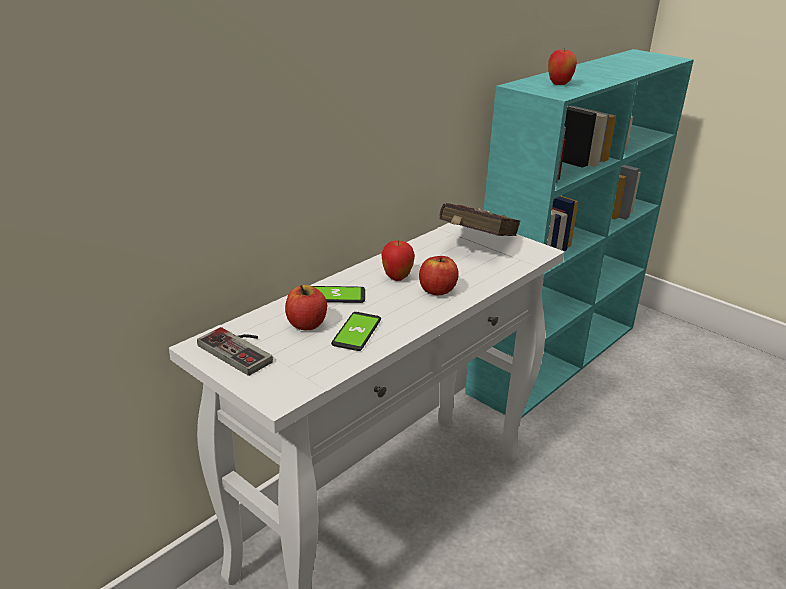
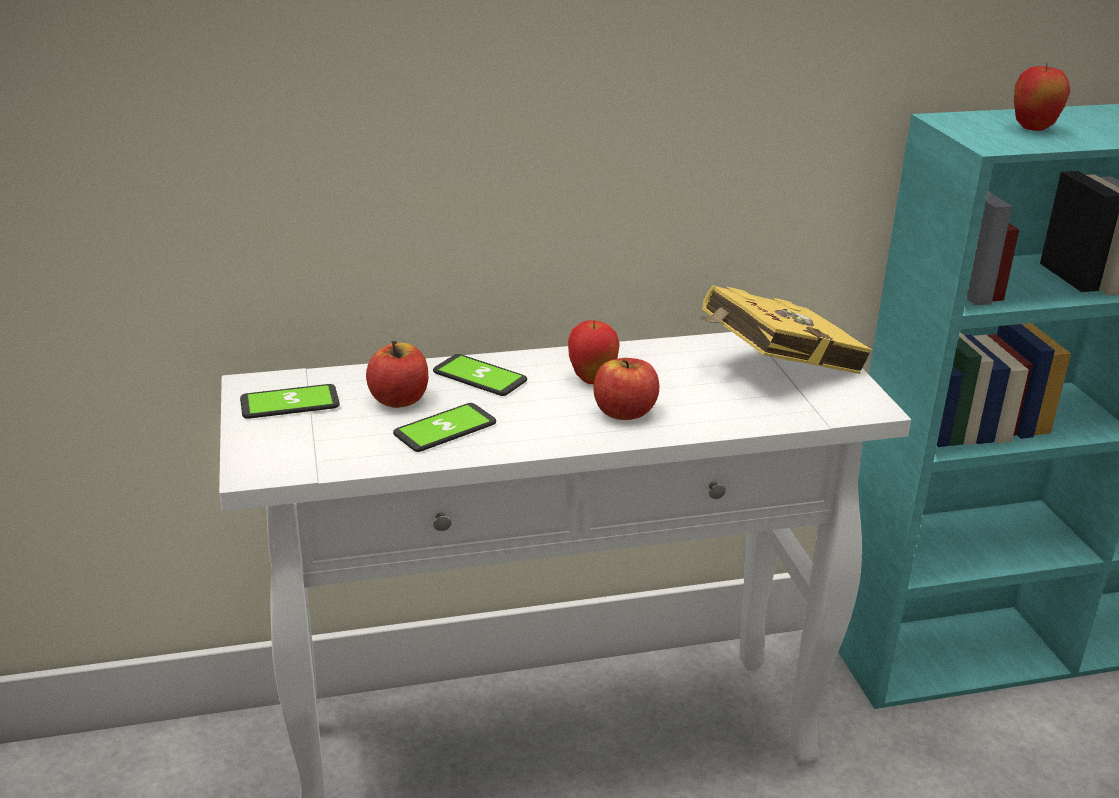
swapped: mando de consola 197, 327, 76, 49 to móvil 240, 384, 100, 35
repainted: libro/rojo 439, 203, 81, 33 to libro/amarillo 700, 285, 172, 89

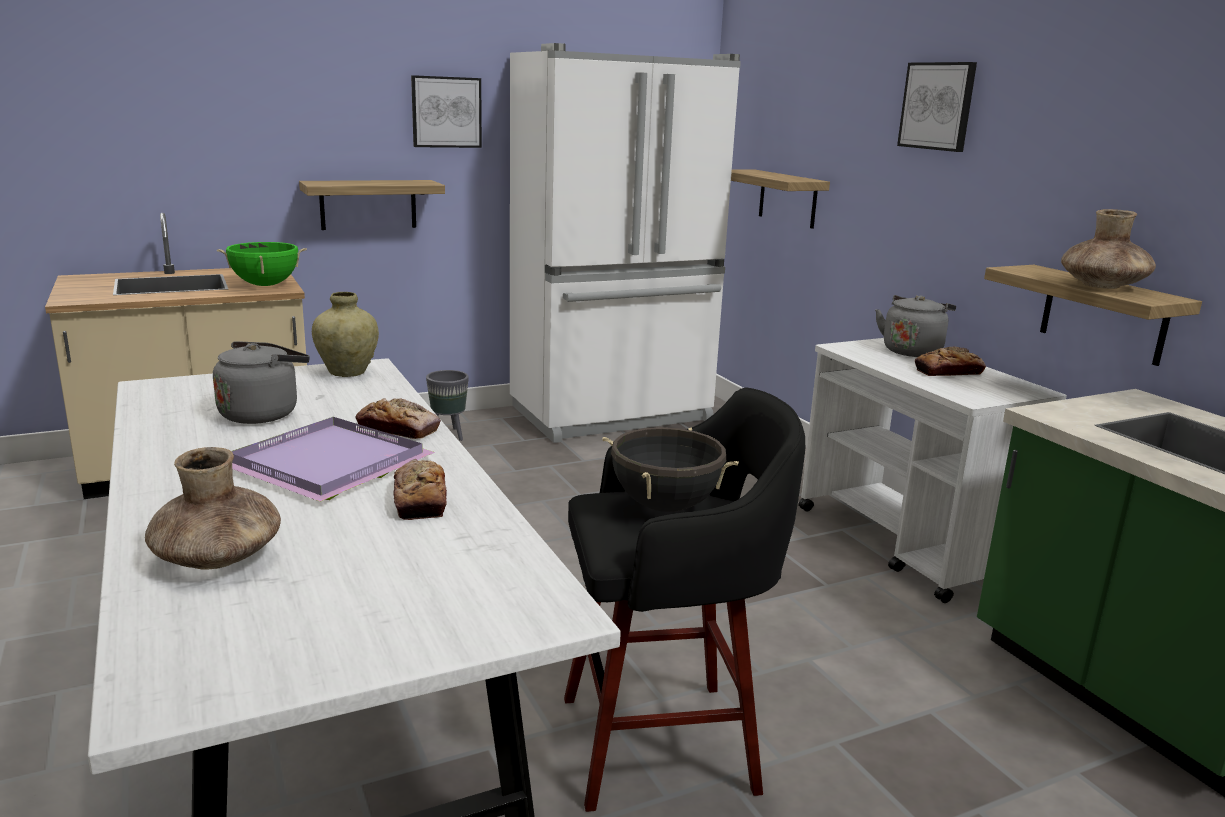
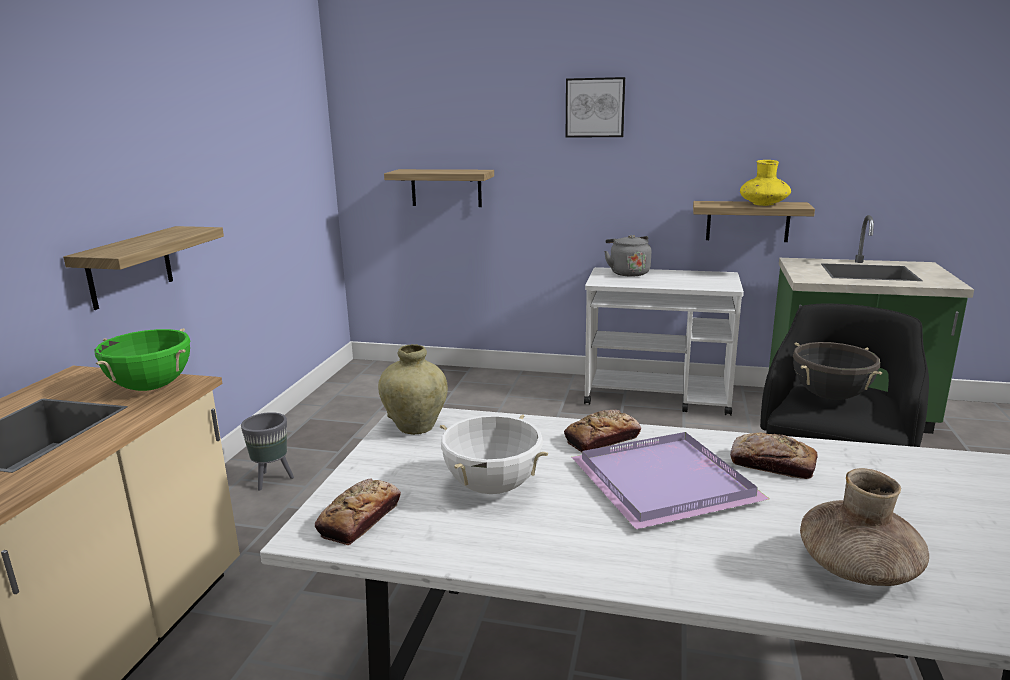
gone: cuadro 411, 75, 71, 73; nevera/blanco 510, 43, 231, 400
shifted: pan 915, 347, 71, 29 to 315, 478, 86, 67
swapped: hervidor/gris 213, 341, 97, 83 to olla/blanco 440, 415, 108, 79
repainted: florero/marrón 1061, 209, 95, 80 to florero/amarillo 740, 160, 51, 46

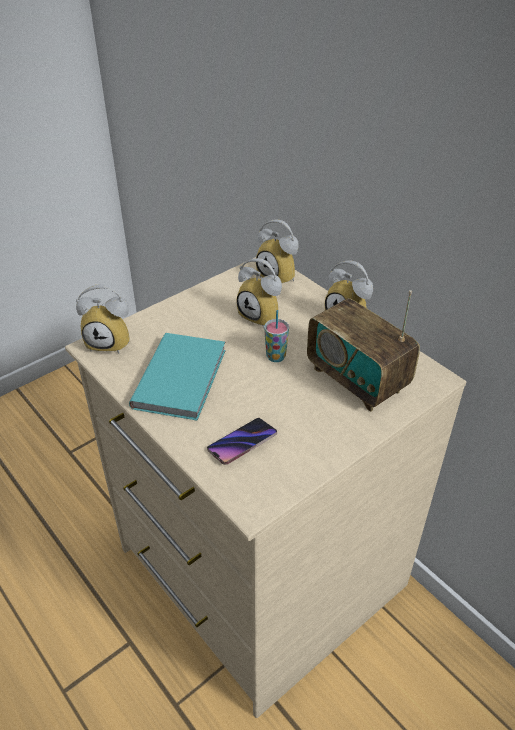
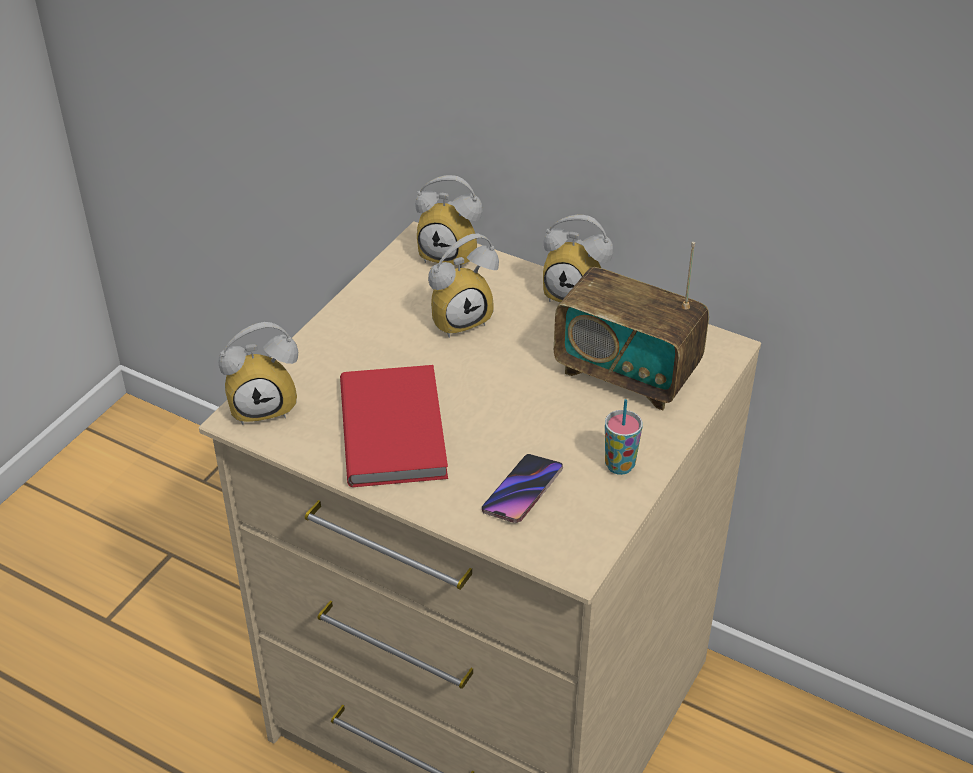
shifted: taza 264, 310, 25, 52 to 605, 399, 38, 76
repainted: libro/turquesa 129, 333, 97, 88 to libro/rojo 340, 365, 108, 122
rotated: despertador 236, 258, 46, 71 = 428, 234, 71, 104 45 degrees counterclockwise

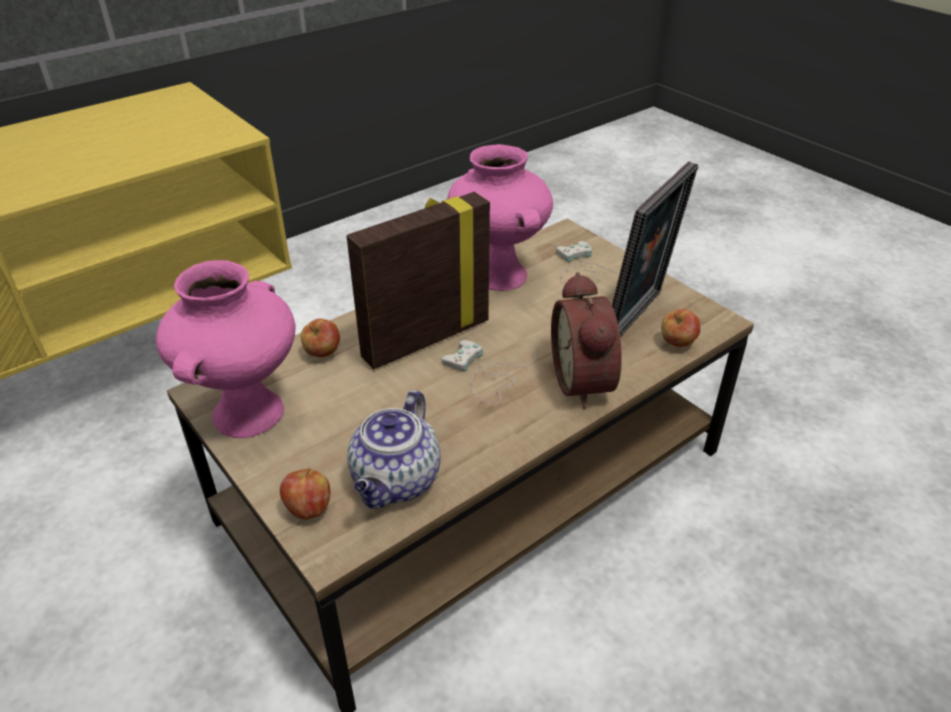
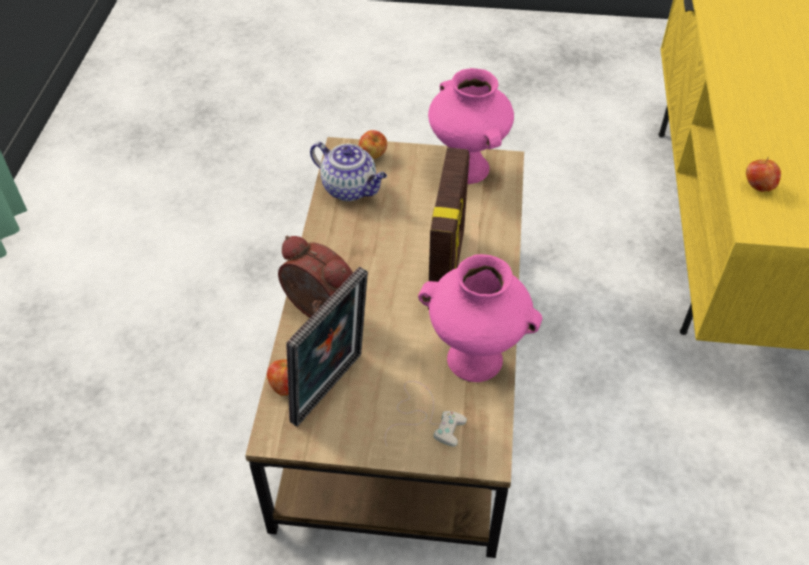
gone: mando de consola/blanco 442, 340, 94, 63
shifted: manzana 301, 318, 39, 39 to 746, 157, 35, 35
rotated: tetera 347, 390, 94, 119 = 310, 142, 77, 59 150 degrees clockwise; portarretratos 612, 162, 86, 175 = 286, 267, 82, 160 135 degrees counterclockwise

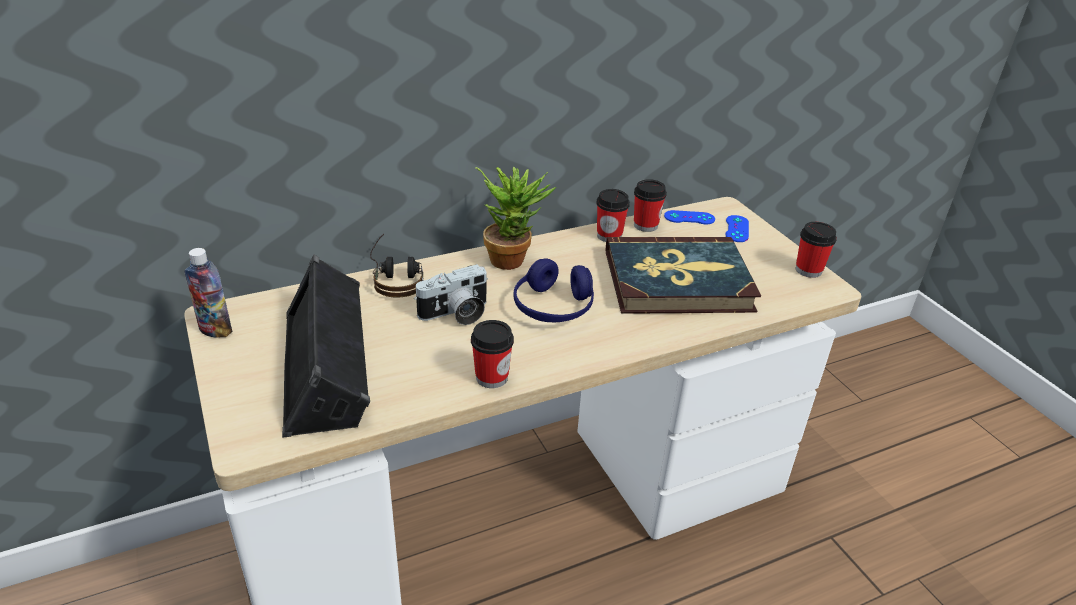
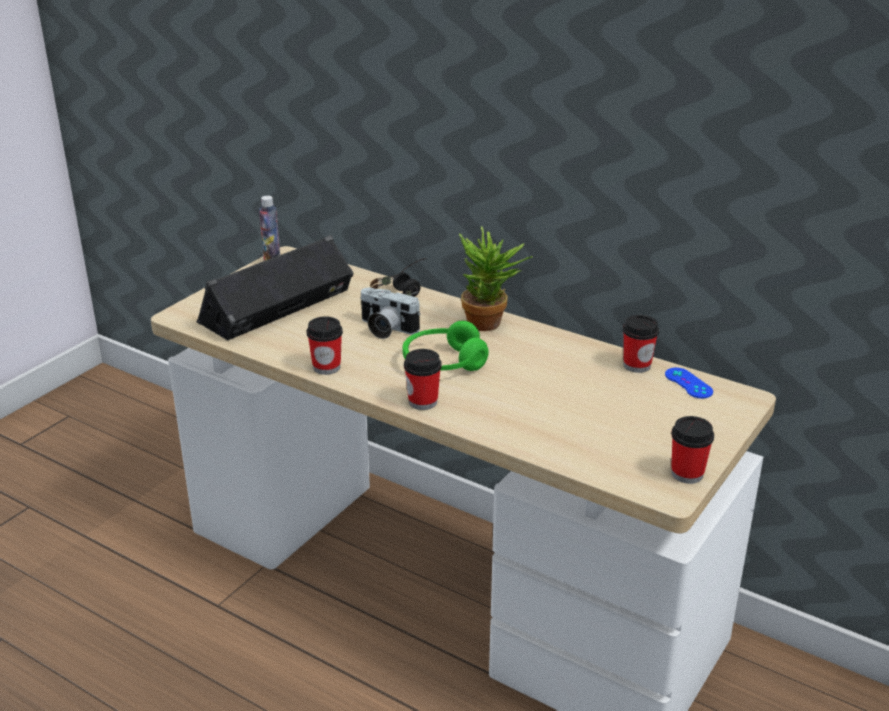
gone: libro 606, 237, 155, 77; mando de consola/azul 725, 215, 24, 27
shifted: taza 596, 189, 34, 53 to 404, 349, 38, 61
repainted: auriculares/azul 514, 258, 80, 64 to auriculares/verde 402, 321, 87, 50

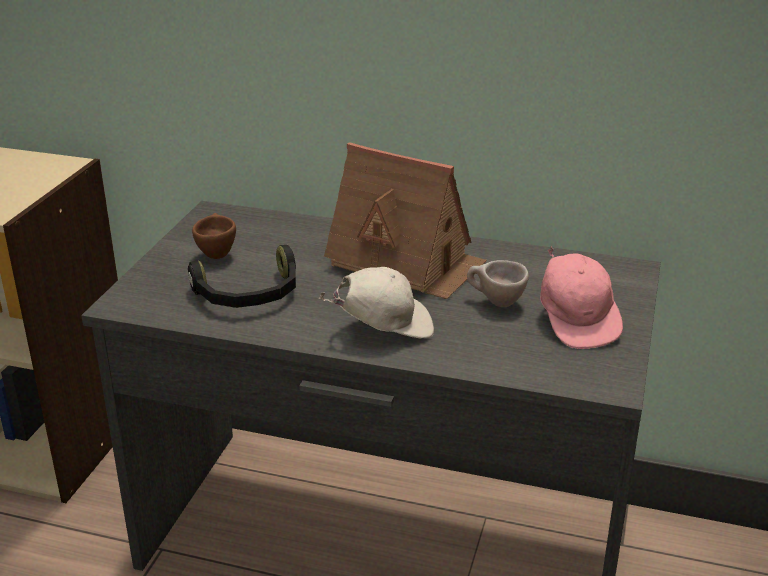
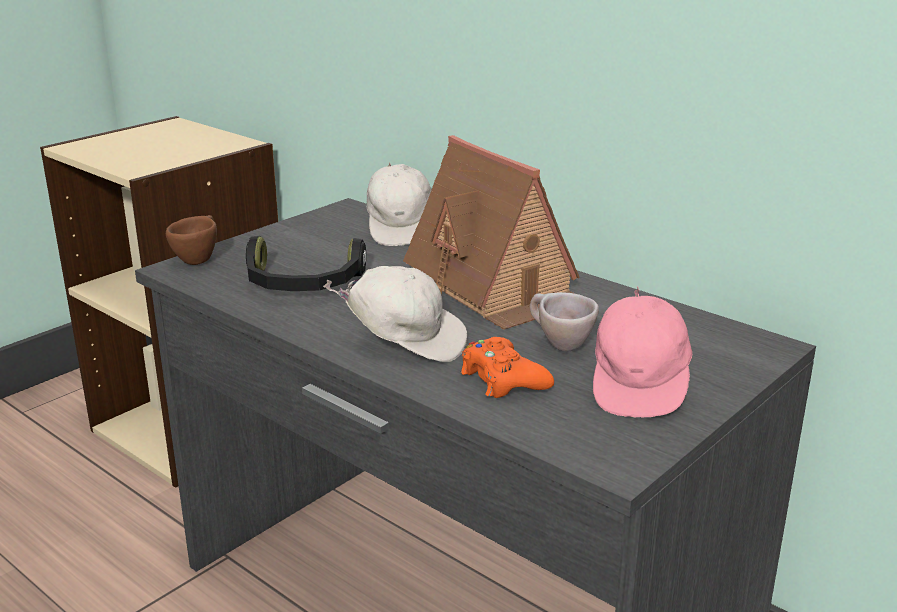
new: gorra/blanco 367, 163, 64, 83; mando de consola/naranja 461, 337, 93, 61
shifted: taza/marrón 192, 213, 44, 46 to 166, 215, 51, 50

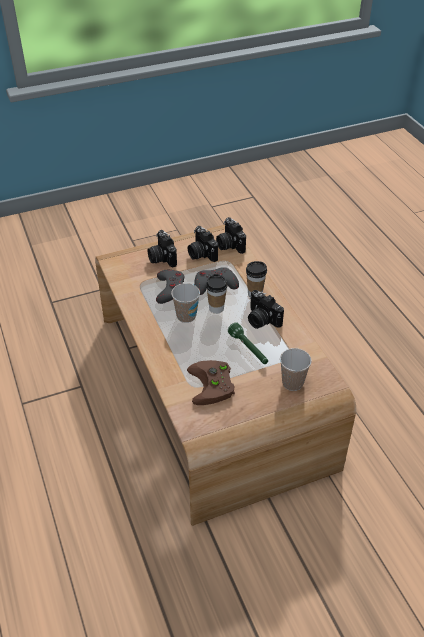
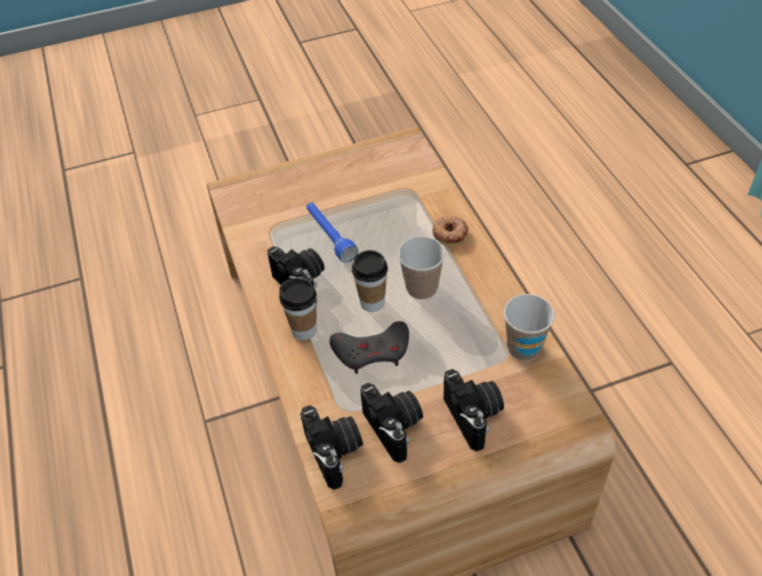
gone: mando de consola/gris 156, 270, 29, 34; mando de consola/marrón 187, 360, 48, 45
new: rosquilla 432, 216, 36, 31
shifted: taza 280, 348, 32, 43 to 504, 294, 51, 67
repainted: linterna/verde 228, 322, 40, 42 to linterna/azul 306, 203, 52, 60

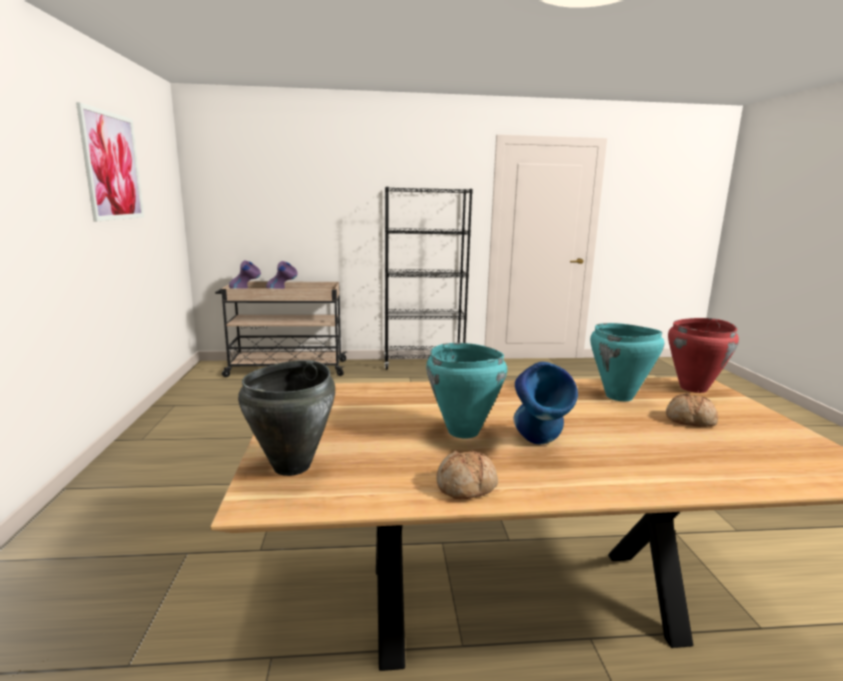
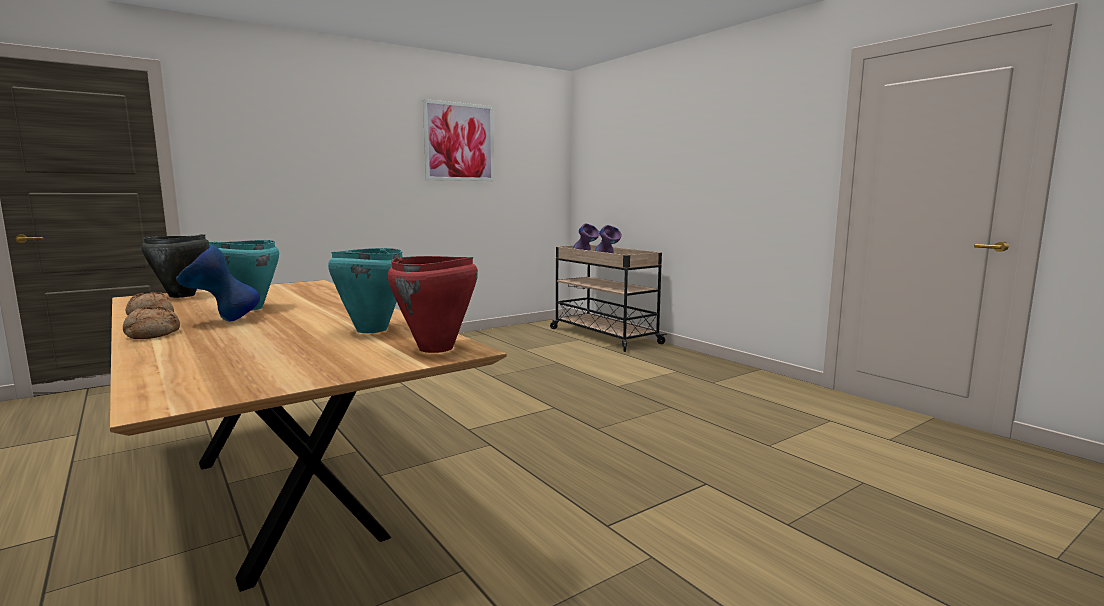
gone: estantería/negro 384, 187, 89, 183
shifted: pan 666, 393, 52, 34 to 123, 306, 57, 33

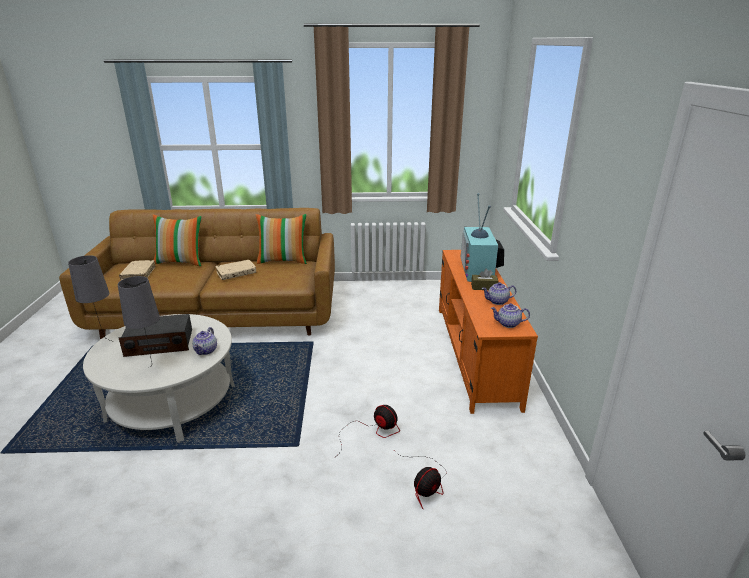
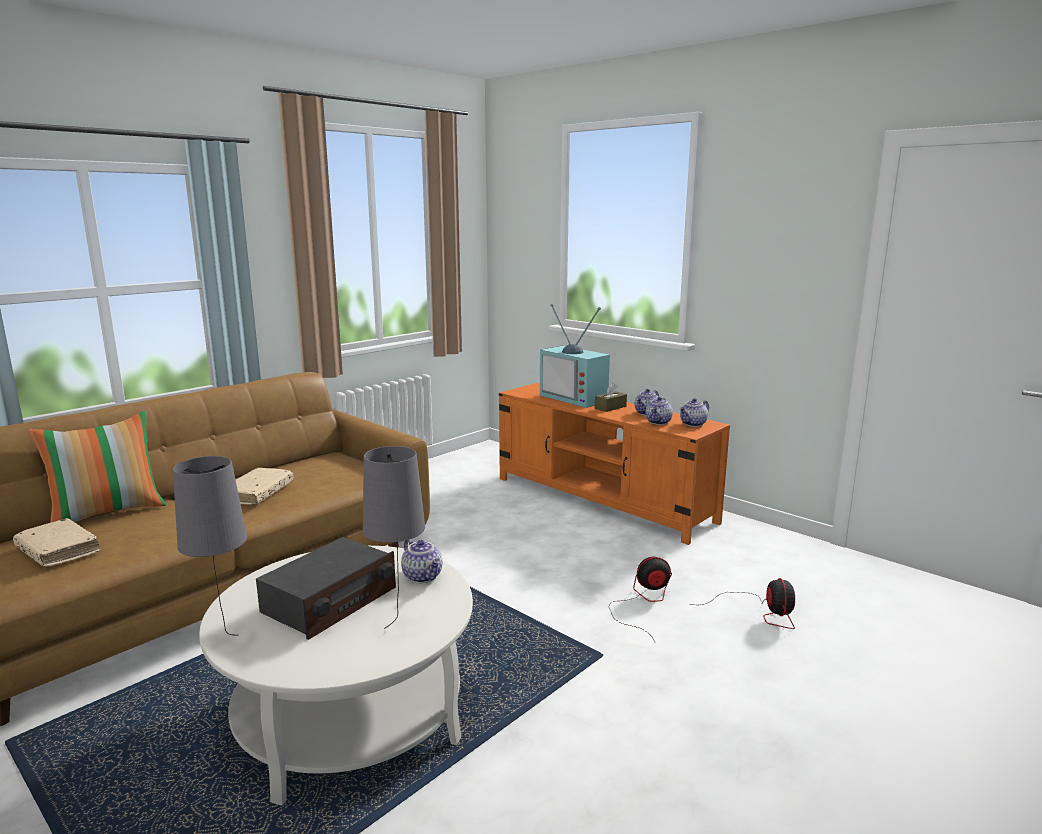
gone: cojín 256, 214, 51, 50
new: tetera 645, 397, 28, 28

